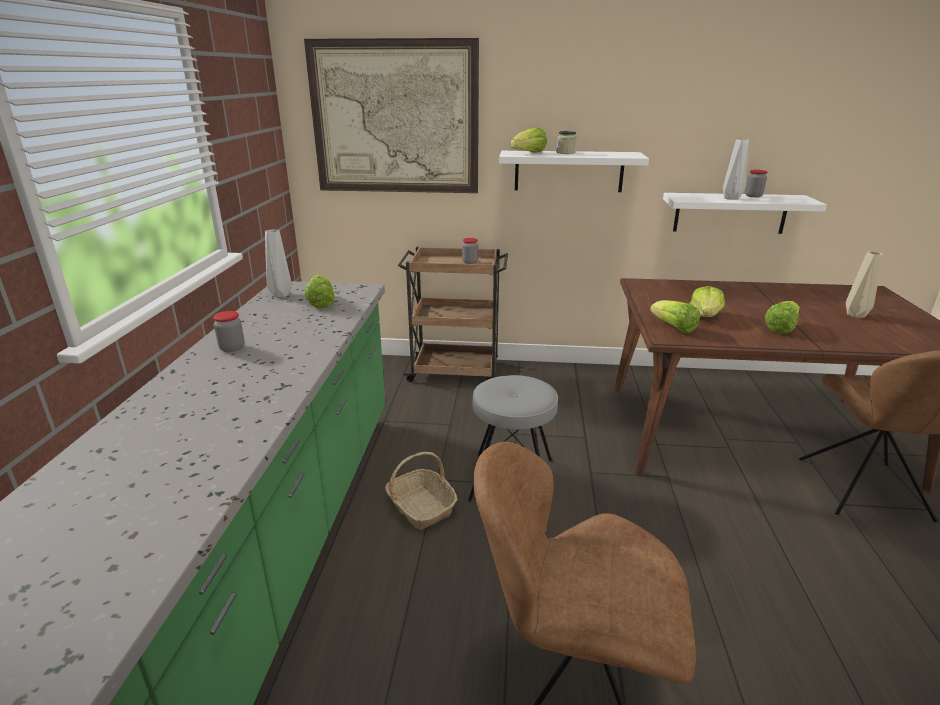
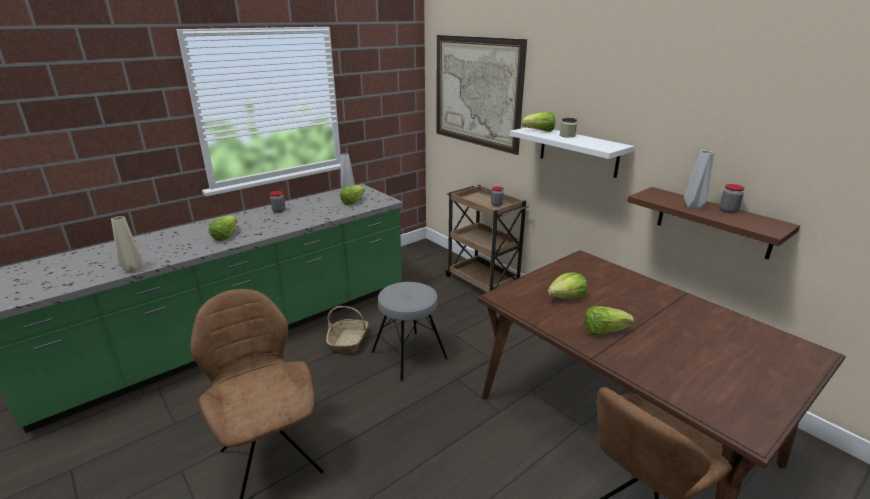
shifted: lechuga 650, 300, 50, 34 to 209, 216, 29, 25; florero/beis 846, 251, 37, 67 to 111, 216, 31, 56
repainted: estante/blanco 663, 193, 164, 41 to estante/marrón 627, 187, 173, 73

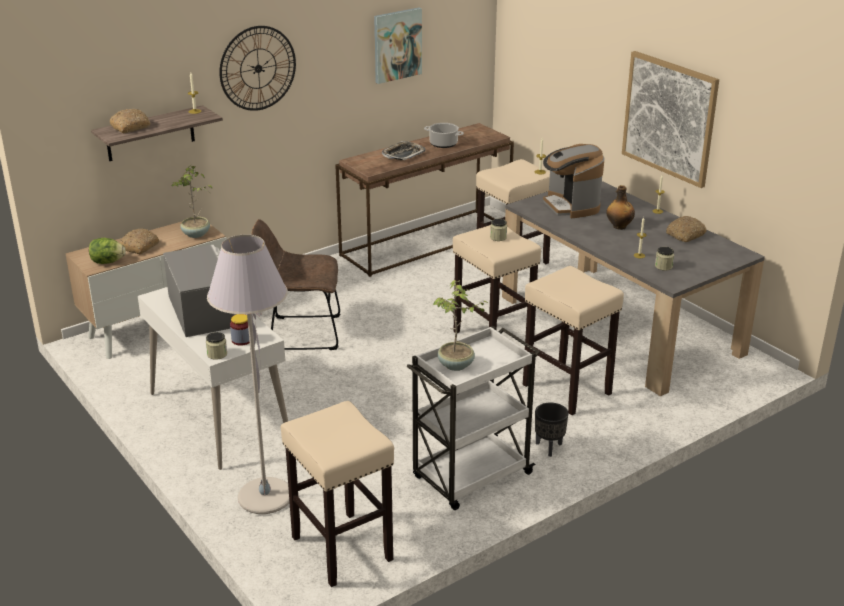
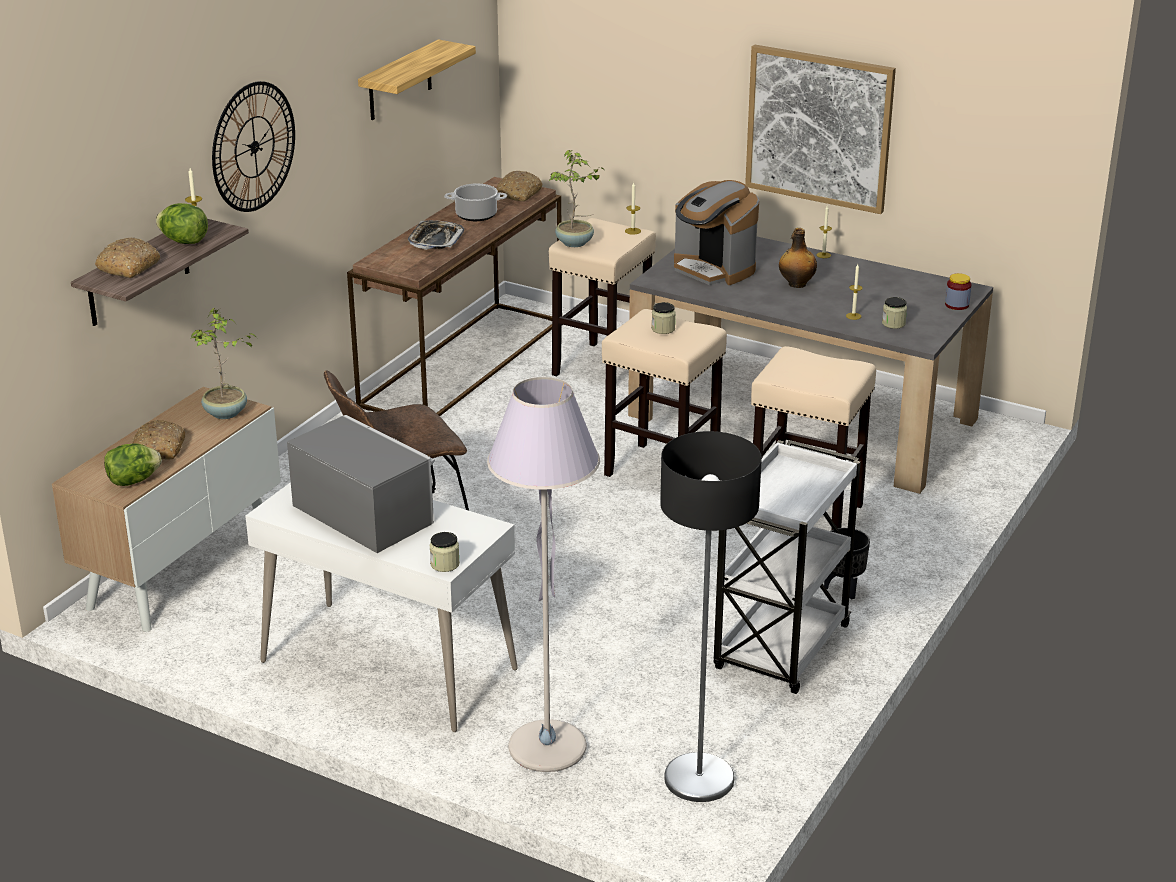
new: lechuga 156, 203, 52, 41
shifted: tarro 230, 314, 20, 32 to 945, 273, 27, 37; planta en maceta 433, 280, 57, 91 to 549, 150, 56, 97; pan 666, 216, 41, 26 to 496, 171, 46, 30
swapped: taburete/beis 281, 401, 113, 186 to lámpara de pie 660, 431, 102, 371; cuadro 374, 8, 48, 76 to estante 358, 39, 118, 81

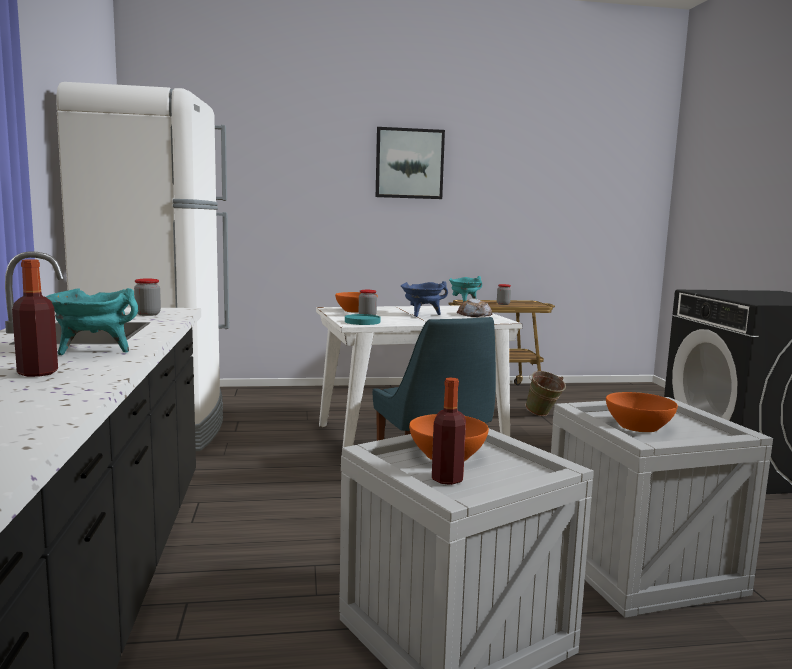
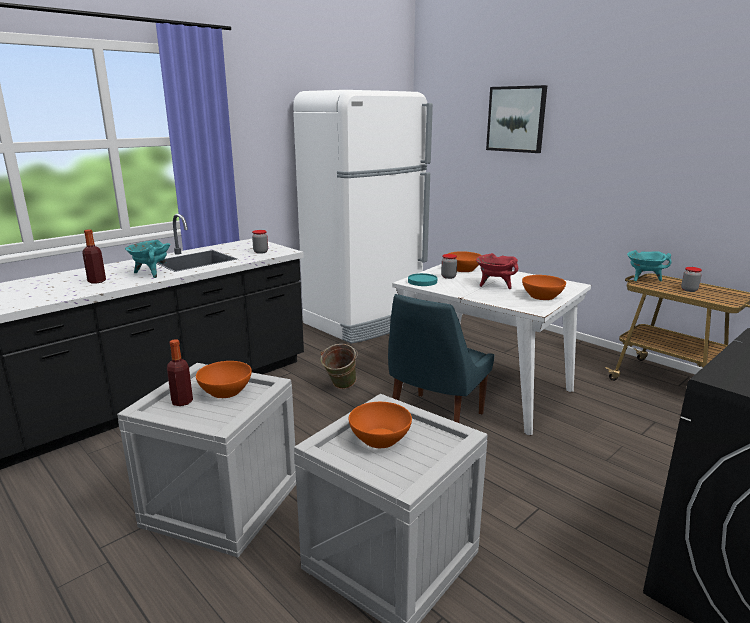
shifted: cuadro 376, 127, 69, 72 to 486, 85, 61, 68; cubo/verde 525, 371, 41, 45 to 320, 344, 38, 45
swapped: pan 457, 298, 36, 19 to cuenco/naranja 522, 275, 44, 25
repainted: olla/azul 401, 281, 47, 36 to olla/rojo 476, 253, 42, 36

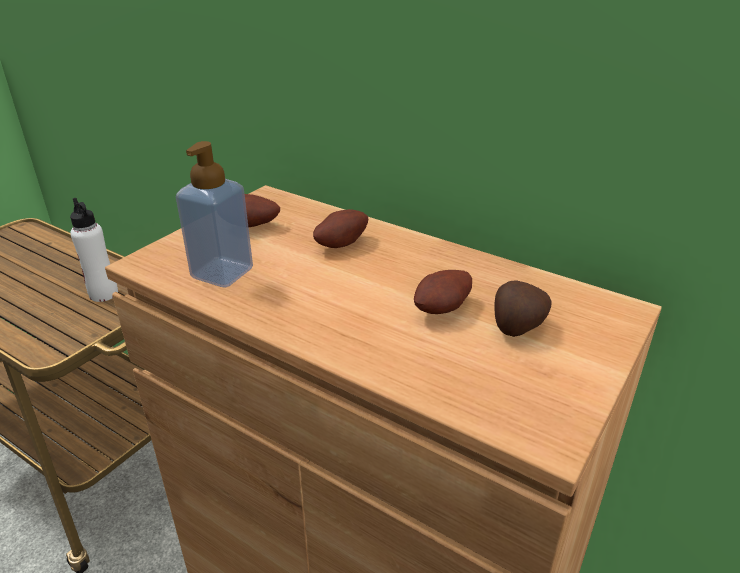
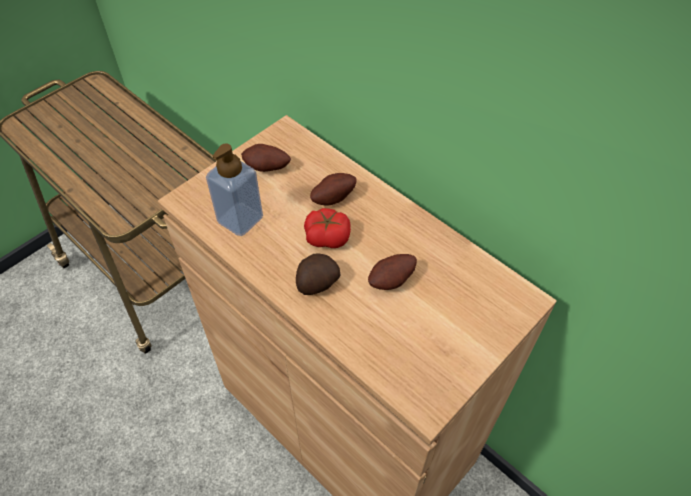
gone: botella/blanco 70, 198, 48, 104
new: tomate 304, 208, 47, 40
shifted: patata 494, 281, 57, 56 to 296, 253, 44, 42

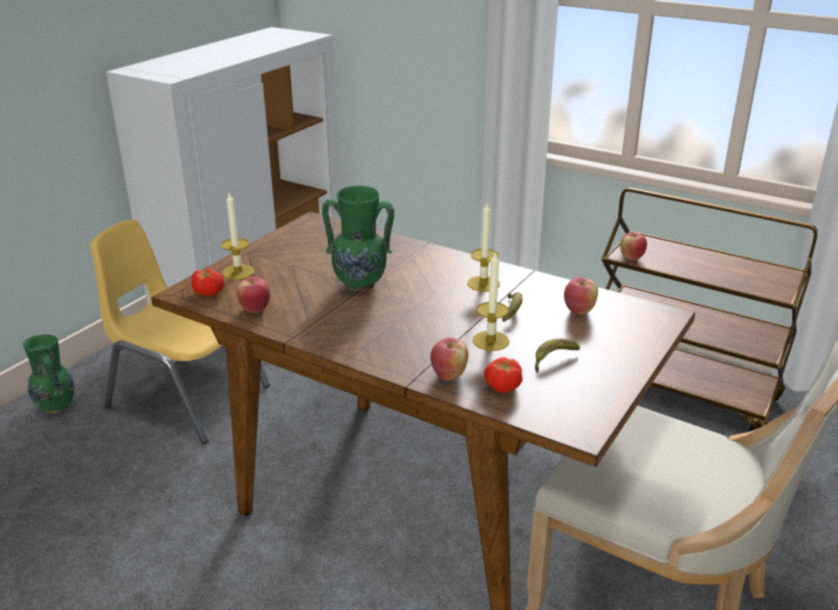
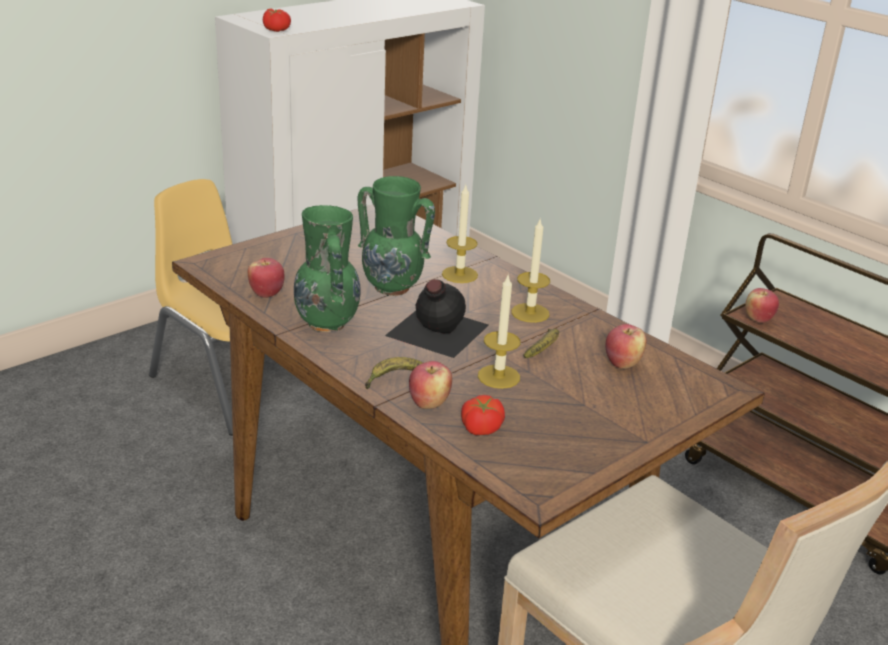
new: botella/negro 385, 279, 104, 79
shifted: florero/verde 23, 334, 51, 79 to 294, 205, 67, 127; tomate 191, 269, 33, 27 to 263, 9, 28, 23; vela 221, 193, 33, 87 to 442, 185, 36, 98; plátano 535, 338, 45, 35 to 365, 357, 58, 32

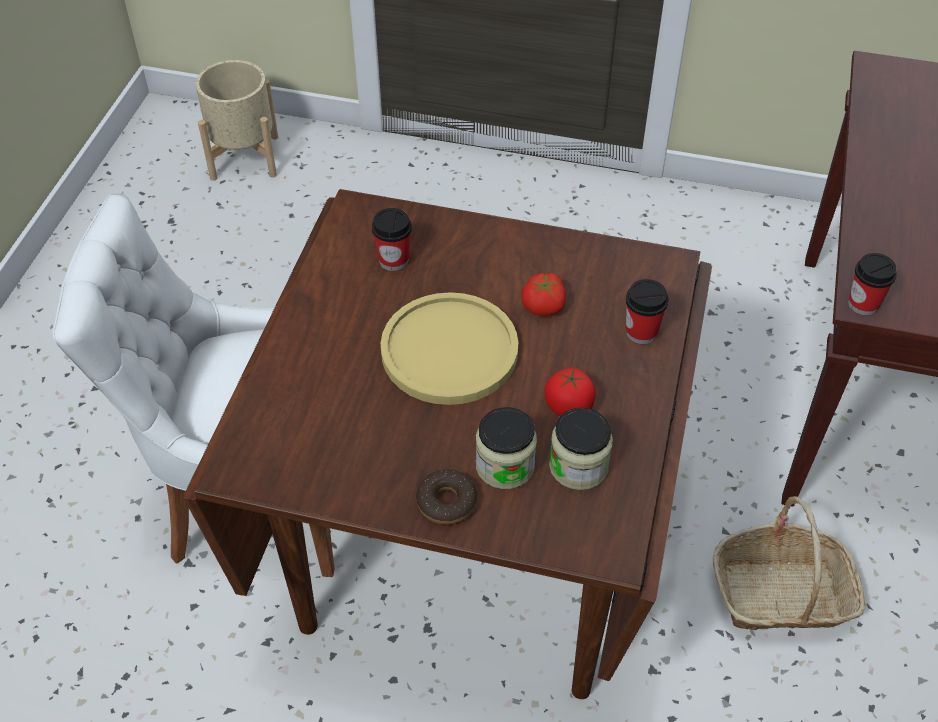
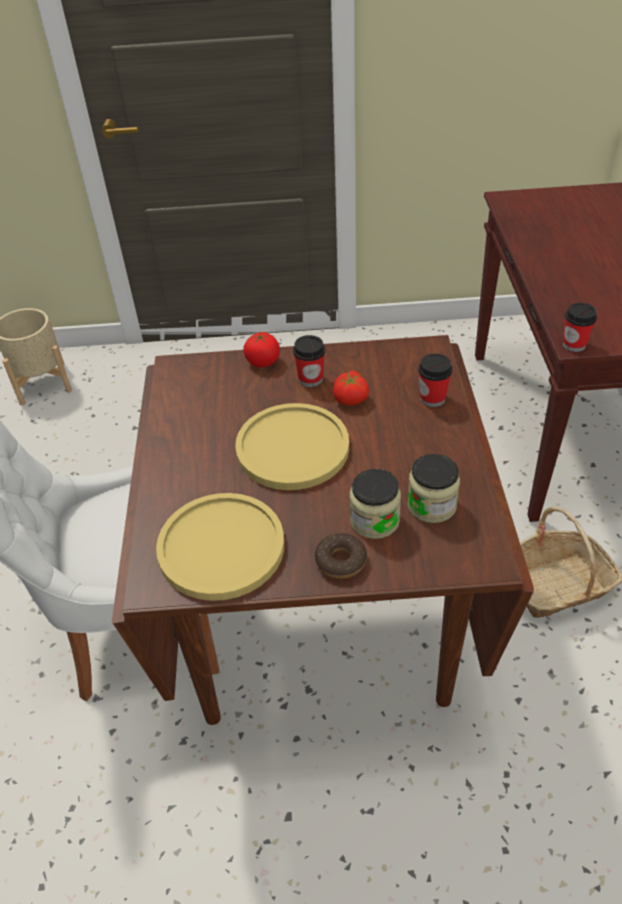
new: plato/amarillo 156, 493, 128, 108
shifted: taza 372, 208, 40, 63 to 293, 335, 32, 52; tomate 544, 367, 52, 49 to 243, 332, 37, 35

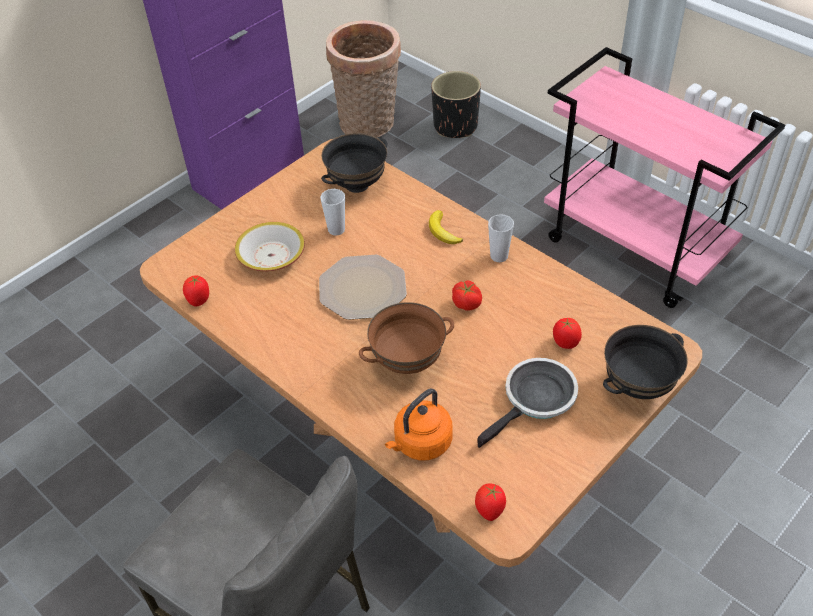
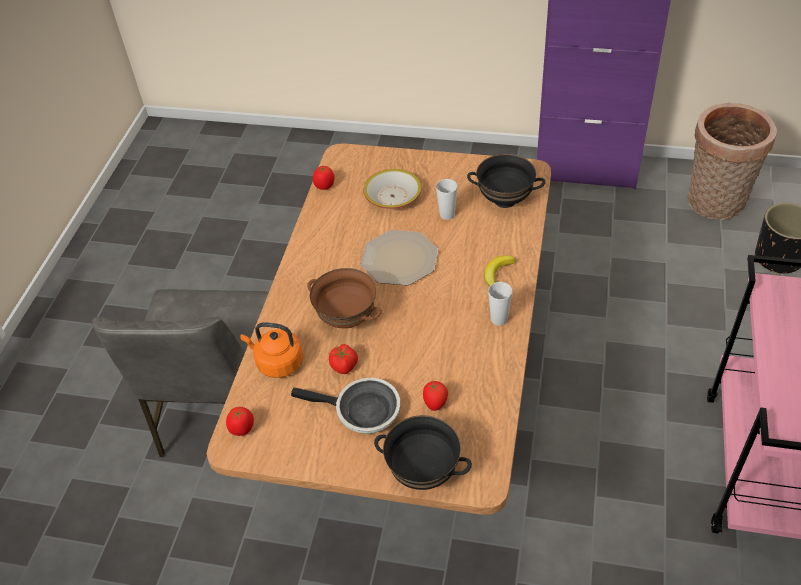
shifted: tomate 452, 280, 30, 30 to 329, 344, 29, 30

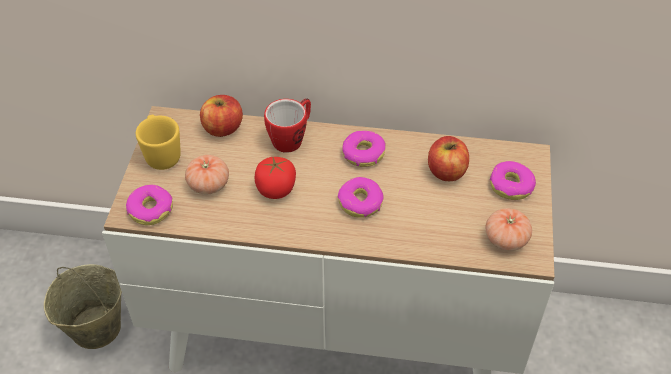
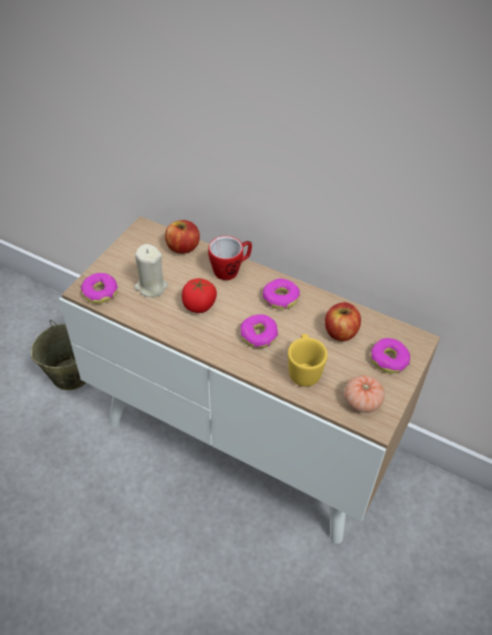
shifted: taza grande/amarillo 136, 115, 45, 55 to 288, 334, 40, 53
swapped: tomate 185, 155, 44, 39 to vela/beis 134, 244, 34, 53

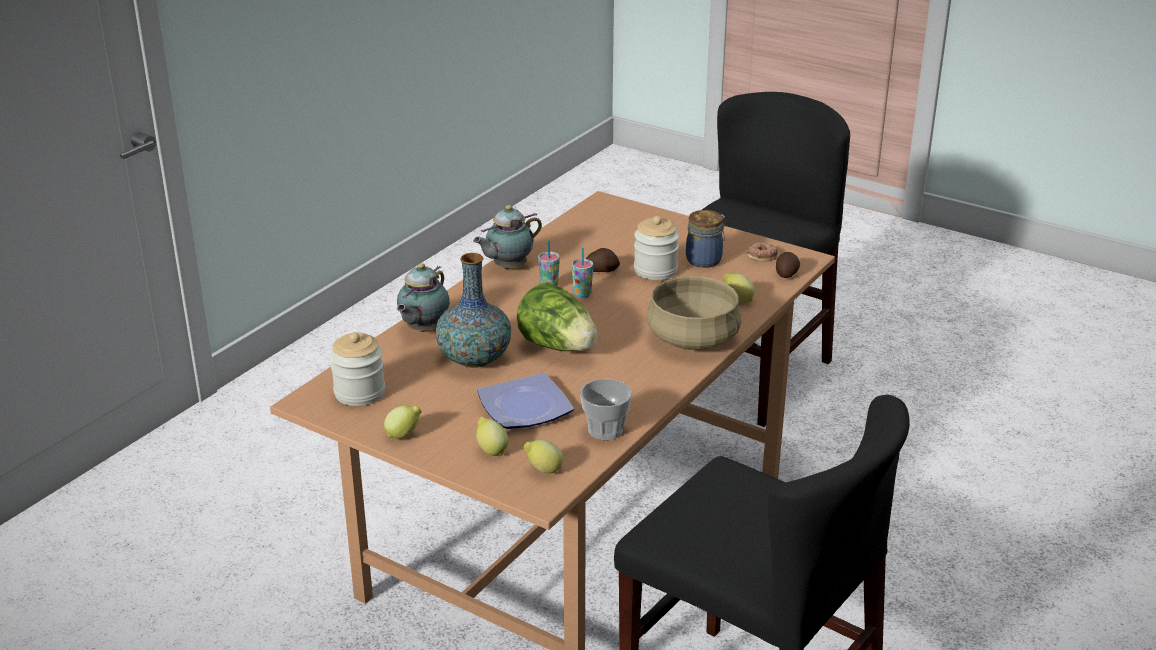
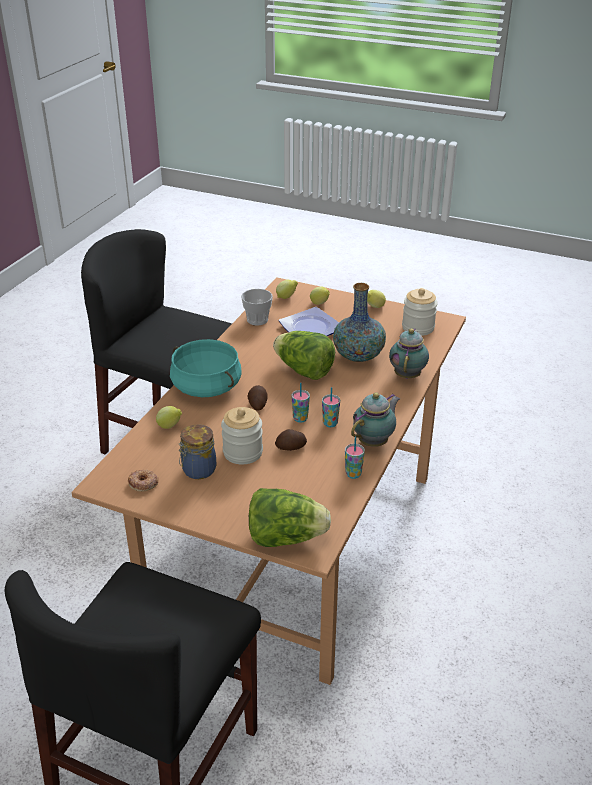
new: lechuga 249, 488, 82, 59; taza 345, 437, 20, 42
shifted: patata 776, 252, 24, 26 to 247, 385, 21, 26
repainted: olla/beis 647, 276, 94, 74 to olla/turquesa 170, 339, 72, 58

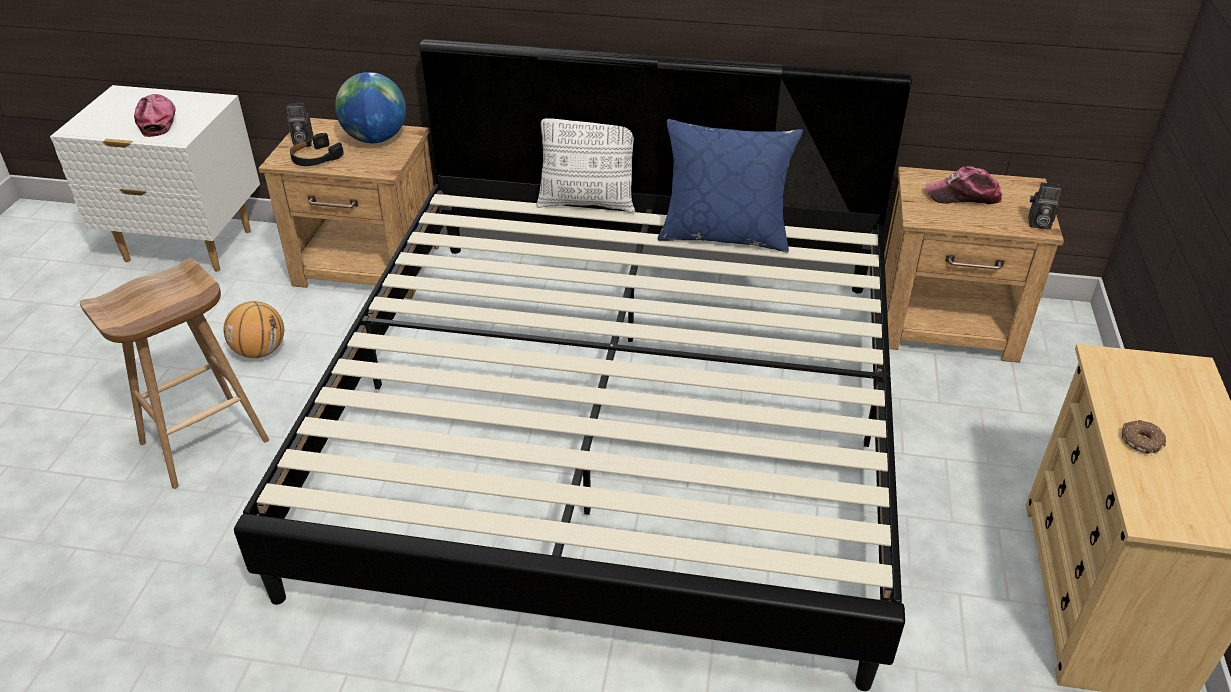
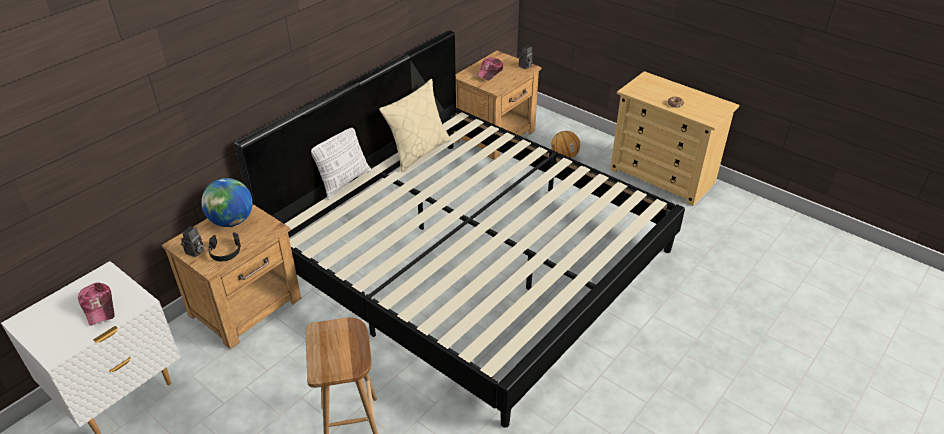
shifted: balón de baloncesto 224, 301, 60, 57 to 551, 131, 29, 27
repainted: cojín/azul 658, 119, 145, 133 to cojín/beis 379, 79, 72, 93
rotated: gorra 134, 94, 42, 43 = 78, 283, 37, 43 135 degrees counterclockwise

